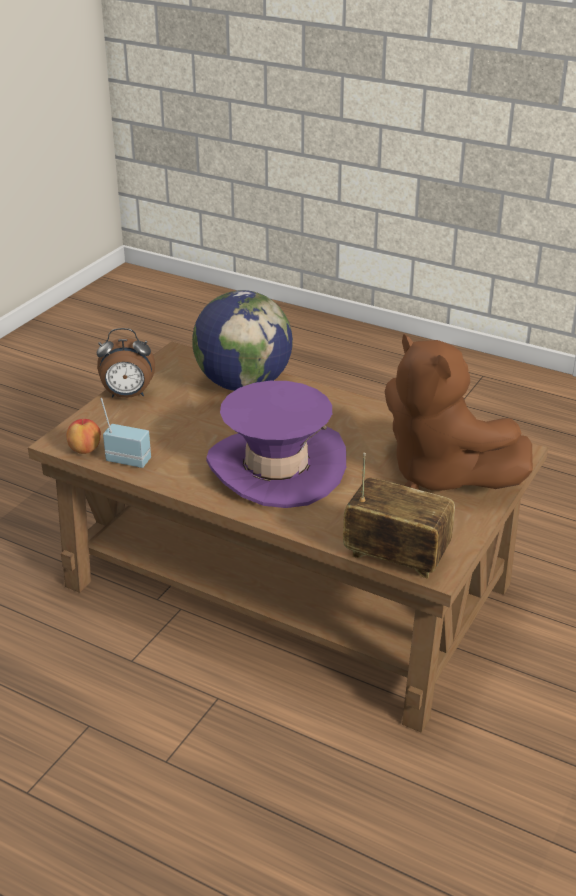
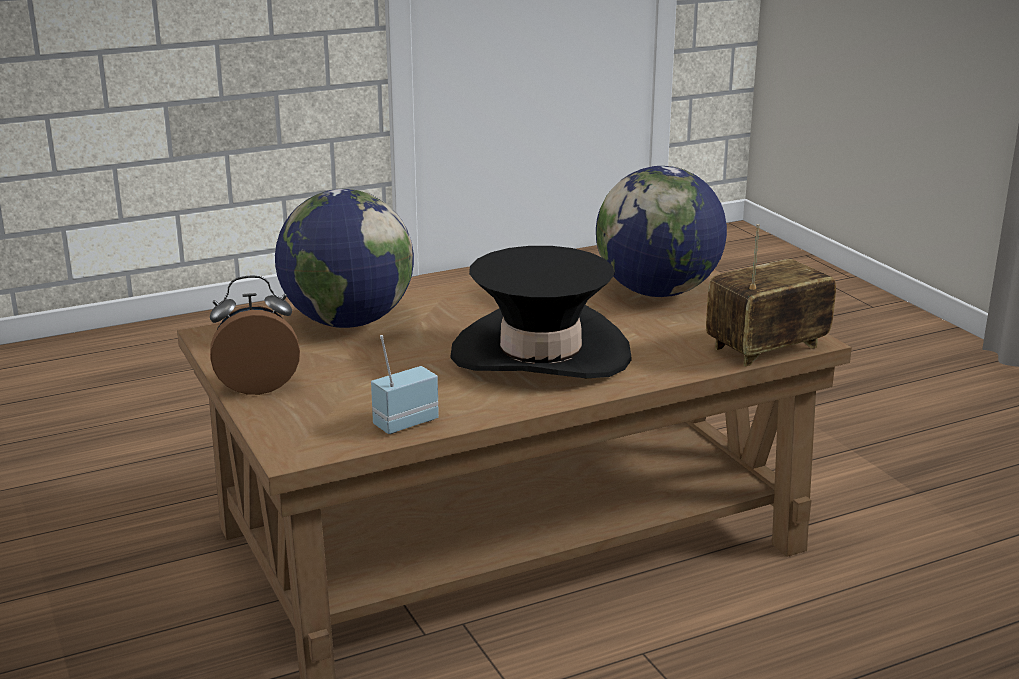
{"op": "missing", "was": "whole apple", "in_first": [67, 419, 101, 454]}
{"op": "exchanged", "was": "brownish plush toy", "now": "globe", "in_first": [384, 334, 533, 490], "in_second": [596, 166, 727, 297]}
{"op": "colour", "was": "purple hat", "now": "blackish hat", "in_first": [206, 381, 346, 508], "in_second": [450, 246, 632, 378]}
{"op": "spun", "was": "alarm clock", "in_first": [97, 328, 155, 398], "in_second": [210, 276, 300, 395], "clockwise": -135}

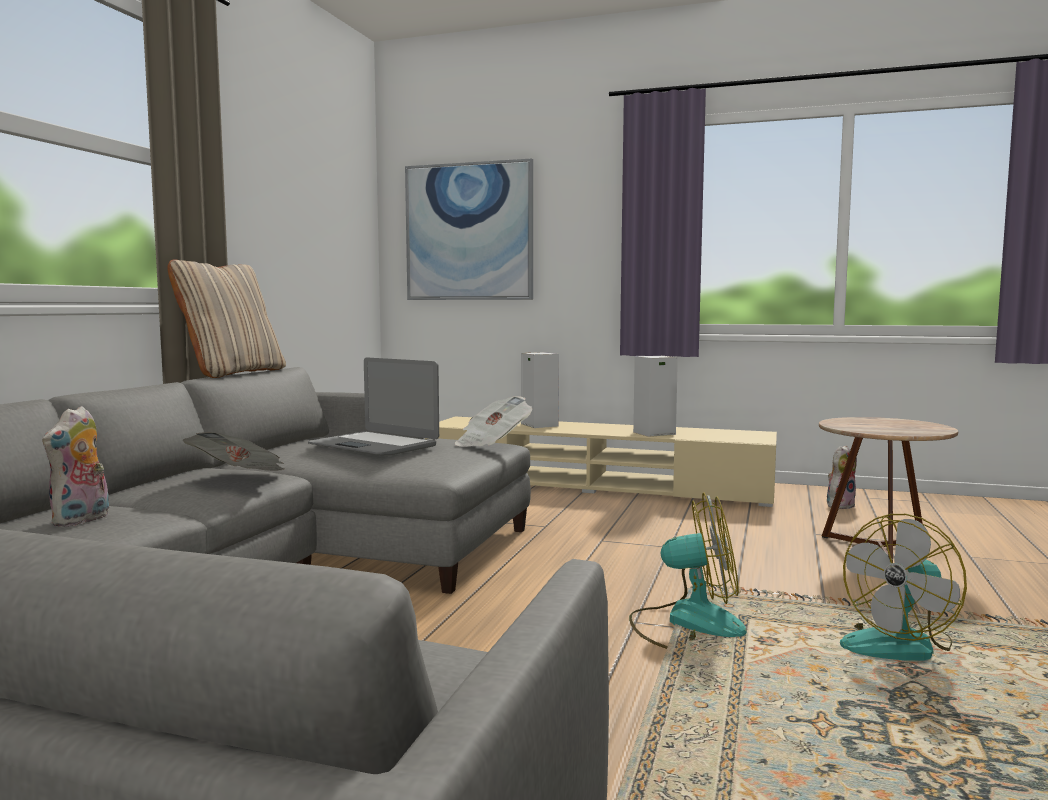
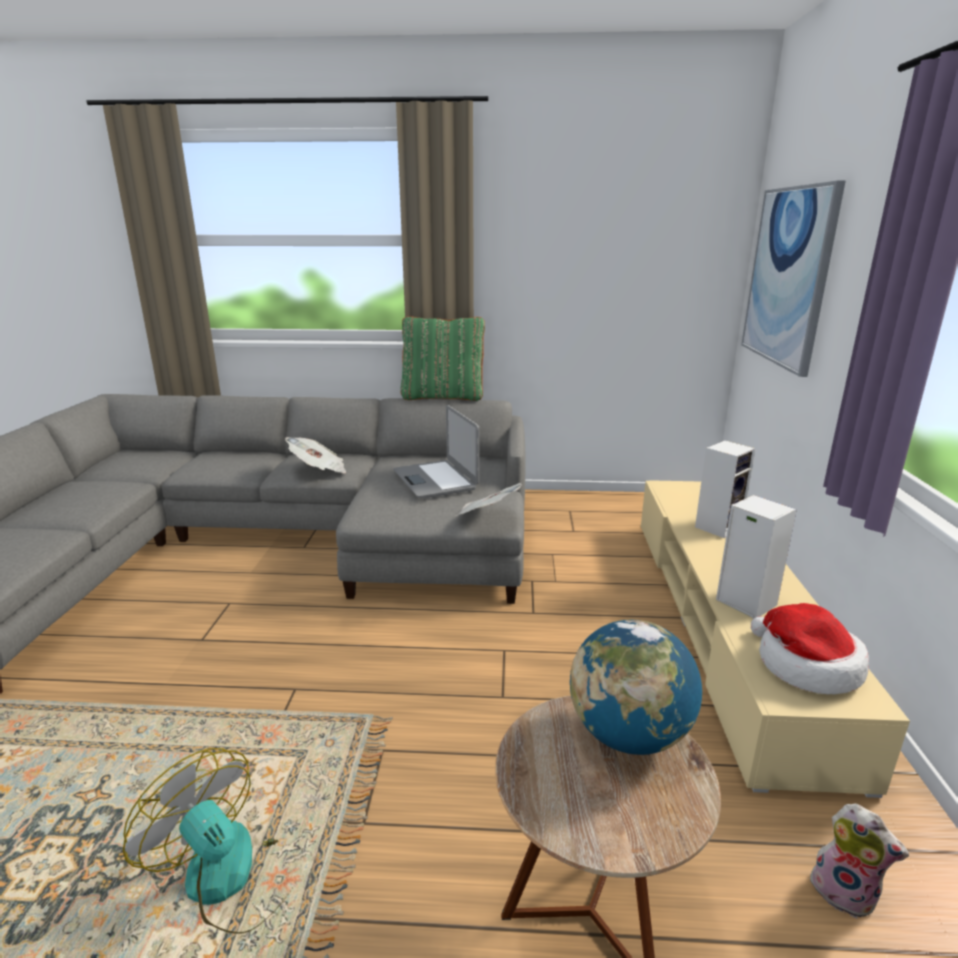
{"op": "missing", "was": "plush toy", "in_first": [42, 406, 109, 527]}
{"op": "missing", "was": "cooling fan", "in_first": [629, 492, 747, 649]}
{"op": "appeared", "now": "globe", "in_second": [570, 620, 702, 755]}
{"op": "appeared", "now": "hat", "in_second": [751, 603, 869, 695]}
{"op": "colour", "was": "beige throw pillow", "now": "green-coloured throw pillow", "in_first": [167, 259, 286, 378], "in_second": [401, 316, 485, 401]}
{"op": "spun", "was": "portable computer", "in_first": [308, 357, 439, 456], "in_second": [393, 405, 479, 498], "clockwise": -45}

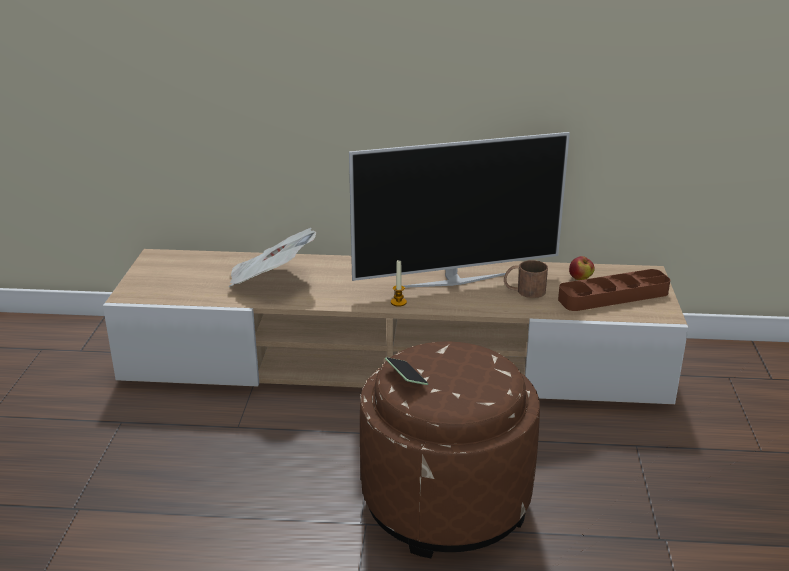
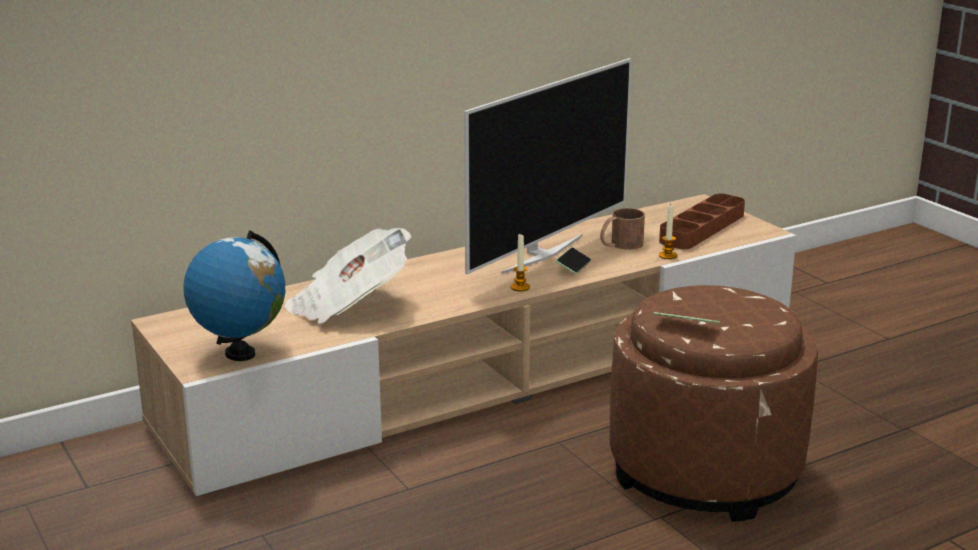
{"op": "missing", "was": "whole apple", "in_first": [569, 256, 595, 280]}
{"op": "appeared", "now": "globe", "in_second": [183, 230, 285, 361]}
{"op": "appeared", "now": "handset", "in_second": [556, 247, 591, 274]}
{"op": "appeared", "now": "wax light", "in_second": [659, 205, 677, 259]}

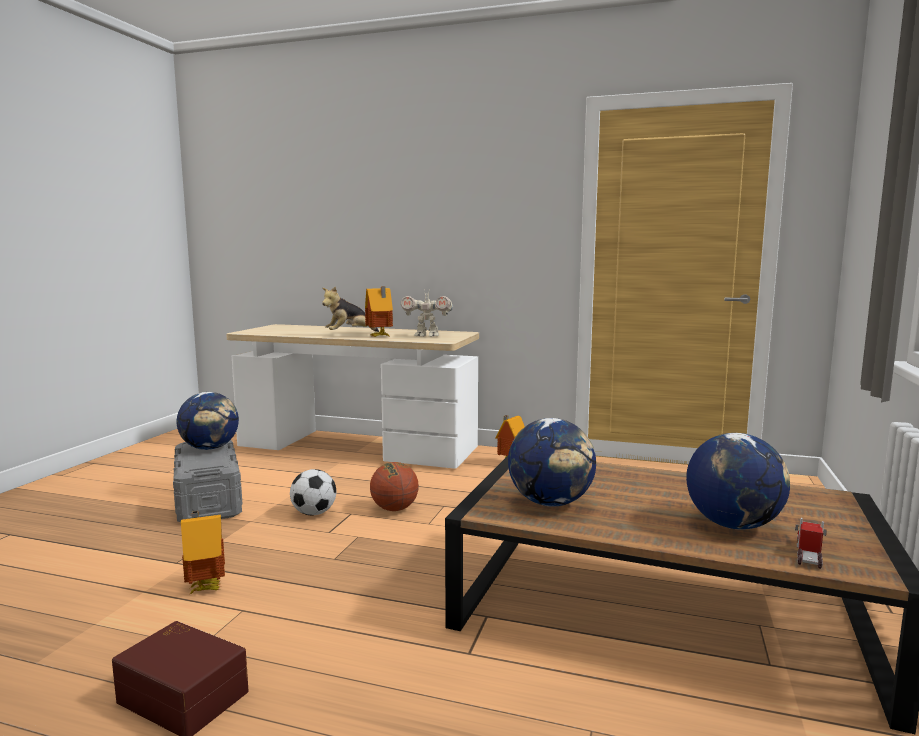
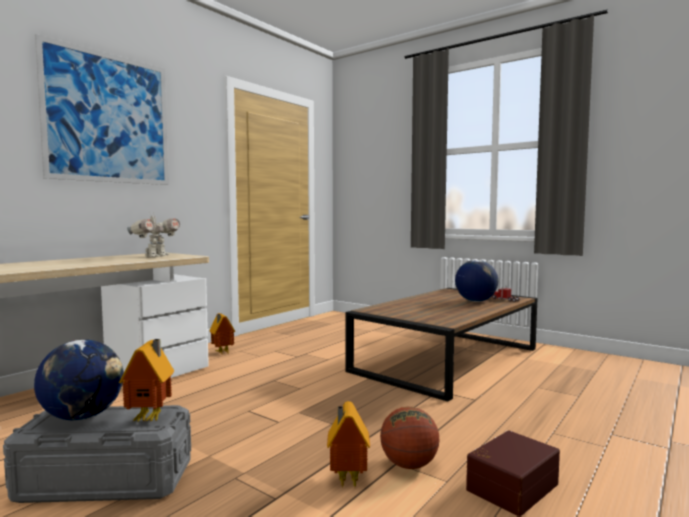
{"op": "missing", "was": "football ball", "in_first": [290, 469, 336, 516]}
{"op": "missing", "was": "plush toy", "in_first": [322, 286, 379, 332]}
{"op": "missing", "was": "globe", "in_first": [508, 418, 596, 507]}
{"op": "appeared", "now": "wall picture", "in_second": [35, 34, 169, 185]}
{"op": "relocated", "was": "model house", "in_first": [365, 286, 393, 337], "in_second": [119, 339, 174, 422]}
{"op": "relocated", "was": "basketball ball", "in_first": [370, 462, 419, 511], "in_second": [380, 407, 439, 469]}

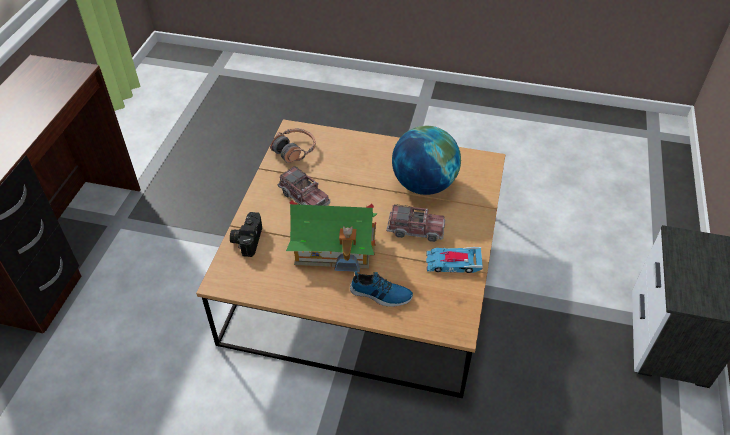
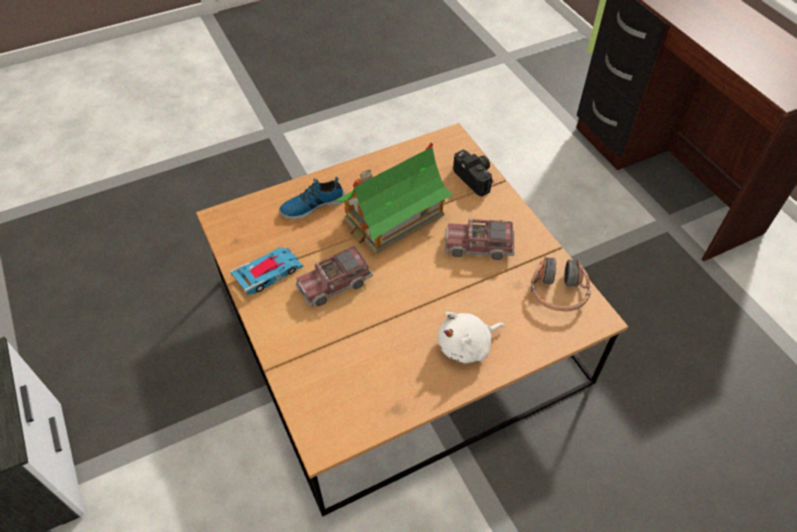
{"op": "missing", "was": "globe", "in_first": [392, 126, 461, 195]}
{"op": "appeared", "now": "white plush toy", "in_second": [438, 312, 505, 363]}

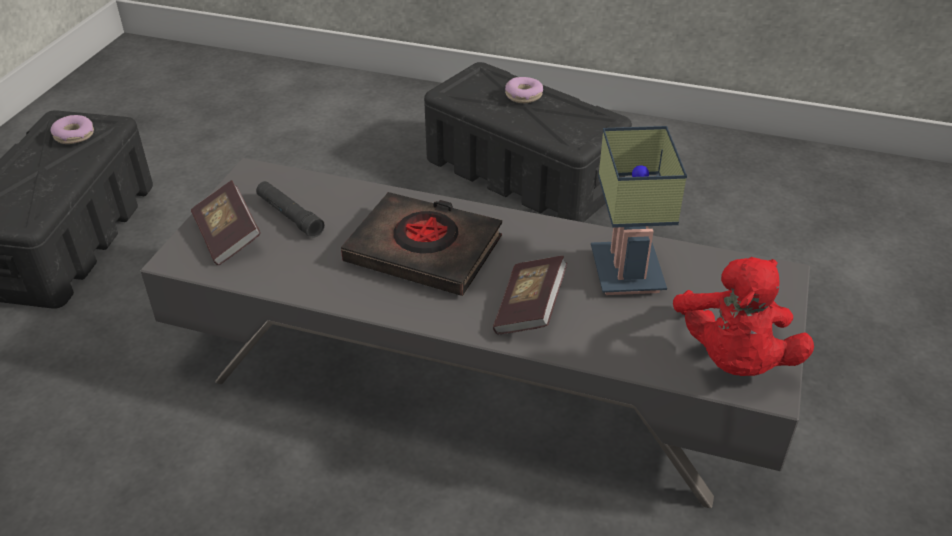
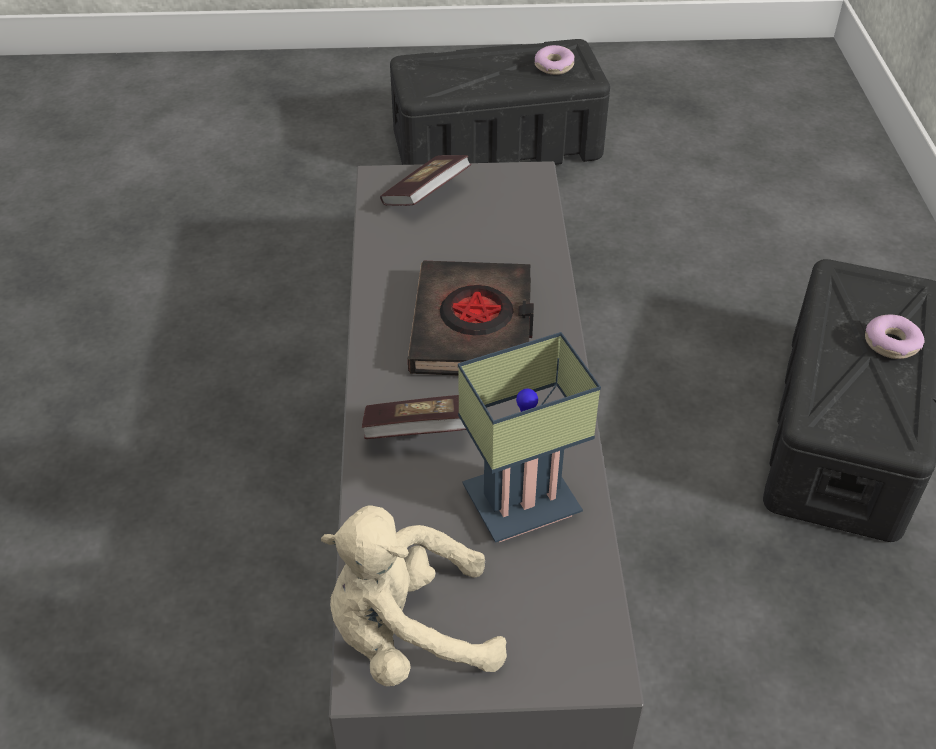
{"op": "missing", "was": "blackish hand torch", "in_first": [256, 181, 325, 238]}
{"op": "colour", "was": "red plush toy", "now": "beige plush toy", "in_first": [673, 257, 814, 376], "in_second": [321, 505, 507, 686]}

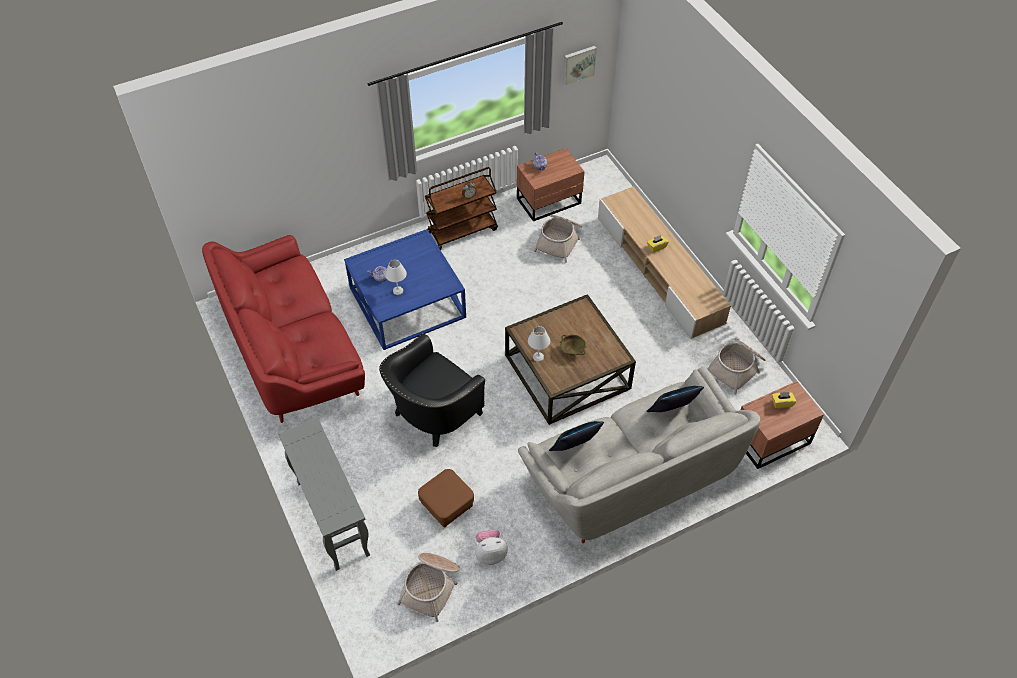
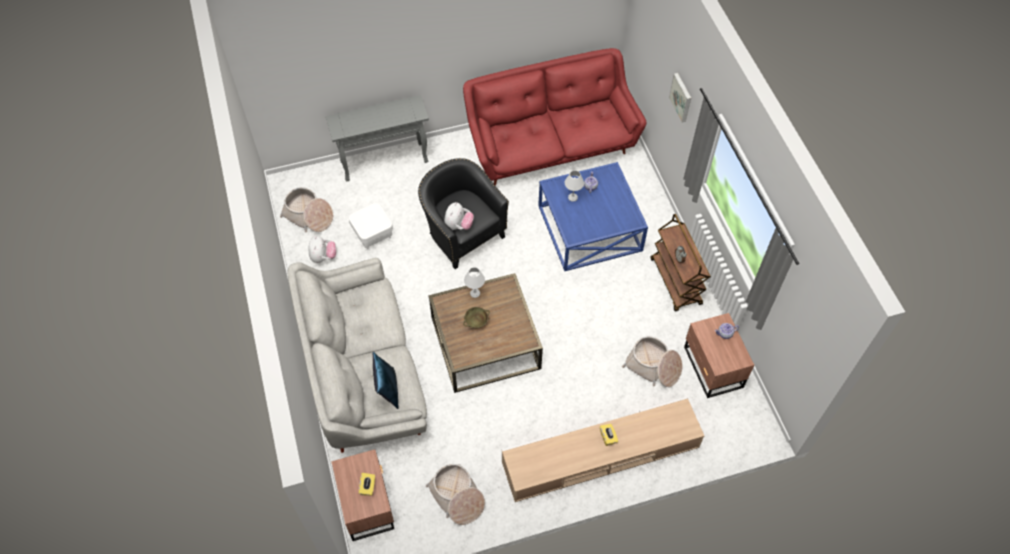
{"op": "missing", "was": "blue throw pillow", "in_first": [549, 421, 604, 451]}
{"op": "appeared", "now": "plush toy", "in_second": [444, 202, 474, 230]}
{"op": "relocated", "was": "wall picture", "in_first": [563, 46, 597, 85], "in_second": [669, 73, 691, 122]}
{"op": "colour", "was": "brownish ottoman", "now": "white ottoman", "in_first": [418, 469, 474, 527], "in_second": [348, 203, 393, 249]}

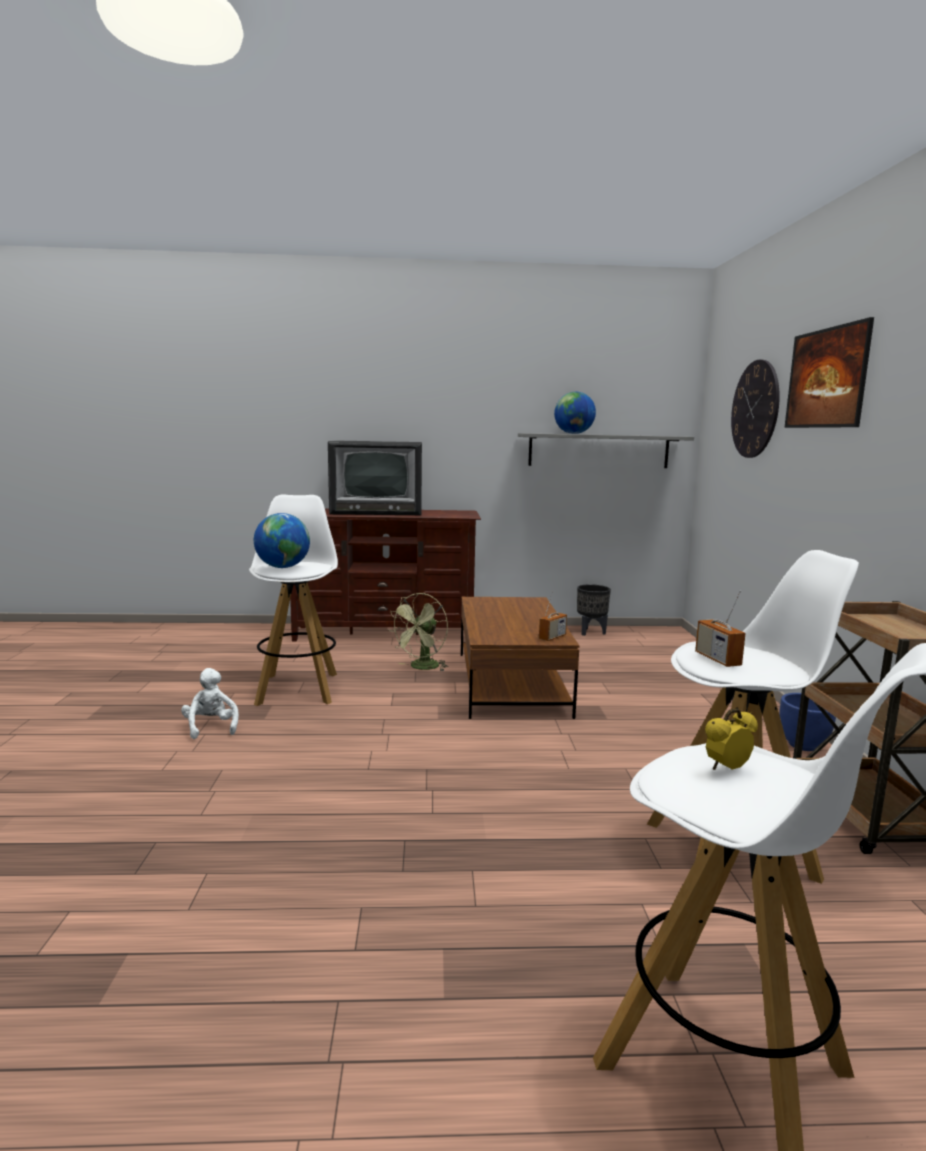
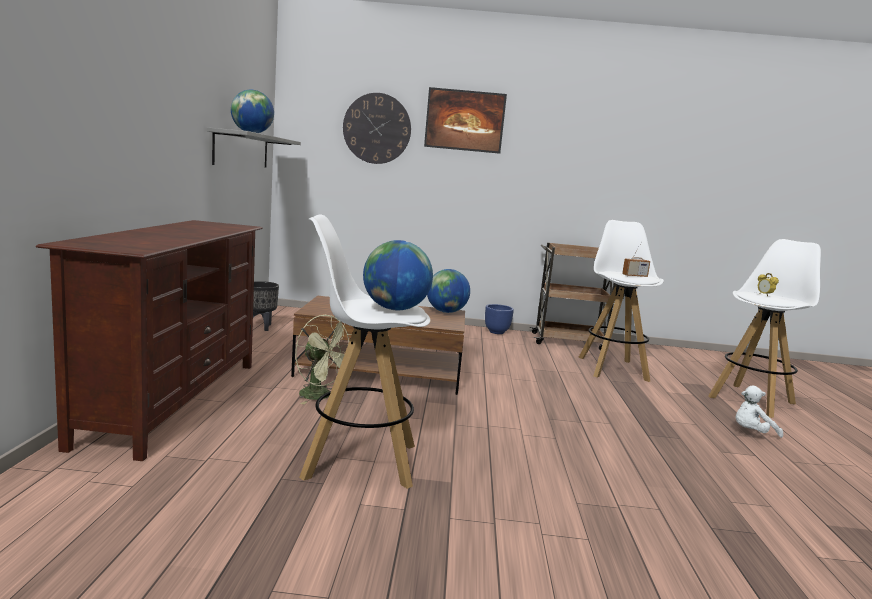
{"op": "missing", "was": "TV set", "in_first": [328, 440, 422, 515]}
{"op": "relocated", "was": "white plush toy", "in_first": [181, 668, 239, 739], "in_second": [735, 386, 783, 438]}
{"op": "exchanged", "was": "radio", "now": "globe", "in_first": [539, 591, 567, 641], "in_second": [427, 269, 470, 313]}

